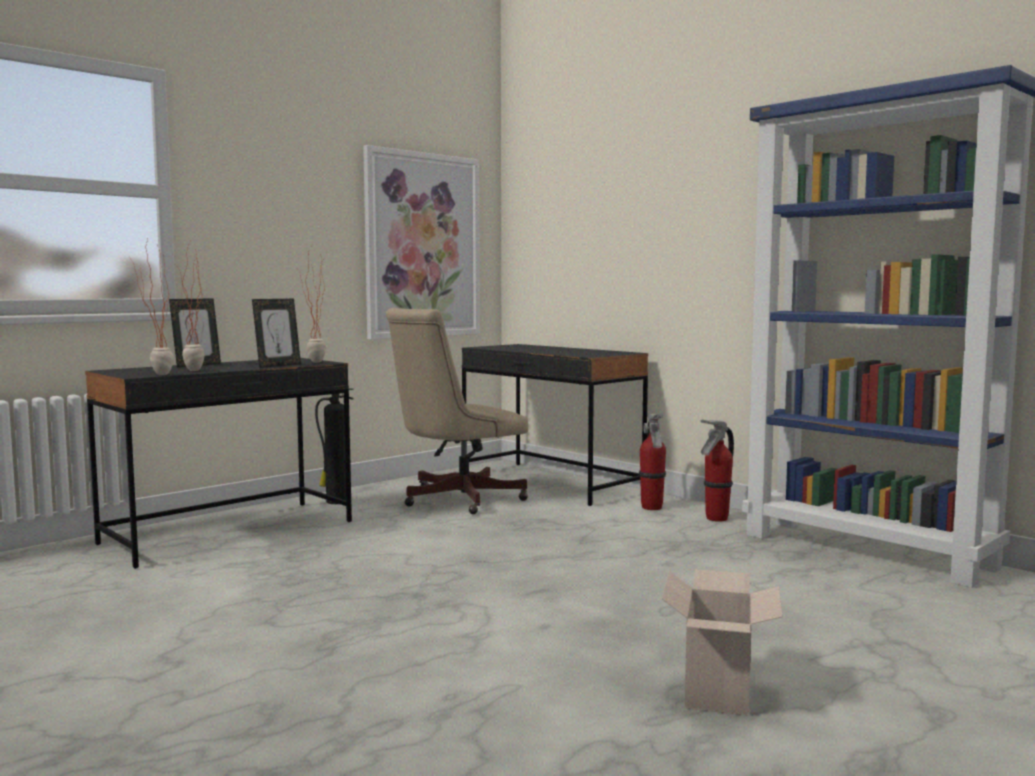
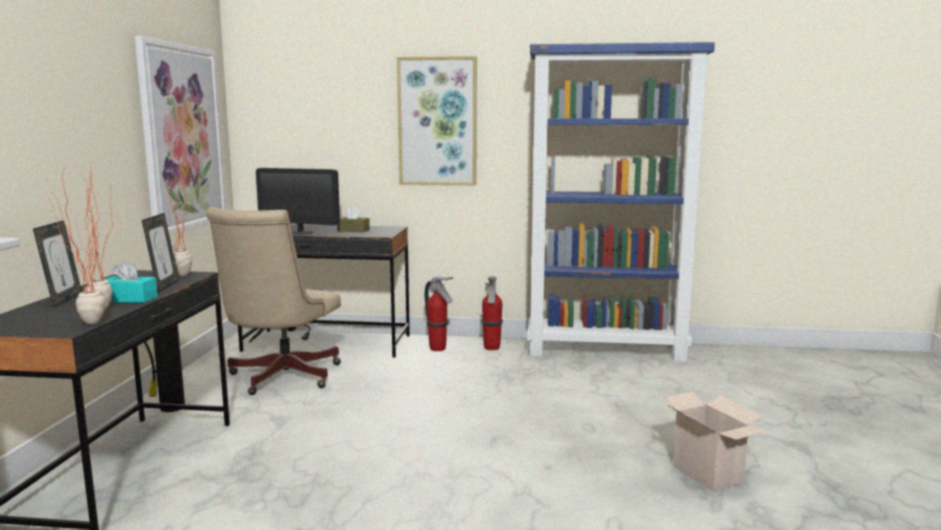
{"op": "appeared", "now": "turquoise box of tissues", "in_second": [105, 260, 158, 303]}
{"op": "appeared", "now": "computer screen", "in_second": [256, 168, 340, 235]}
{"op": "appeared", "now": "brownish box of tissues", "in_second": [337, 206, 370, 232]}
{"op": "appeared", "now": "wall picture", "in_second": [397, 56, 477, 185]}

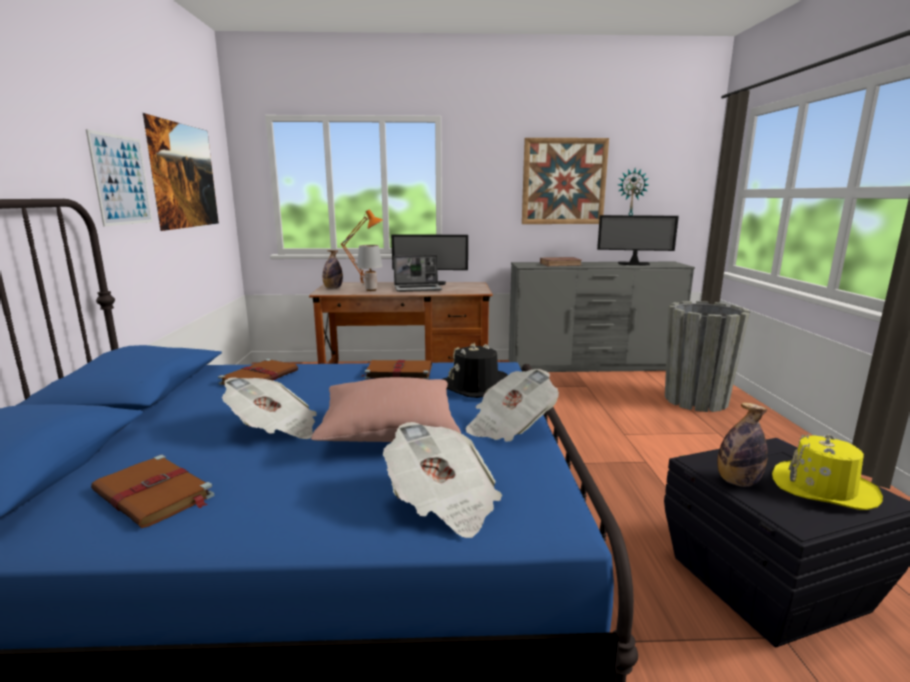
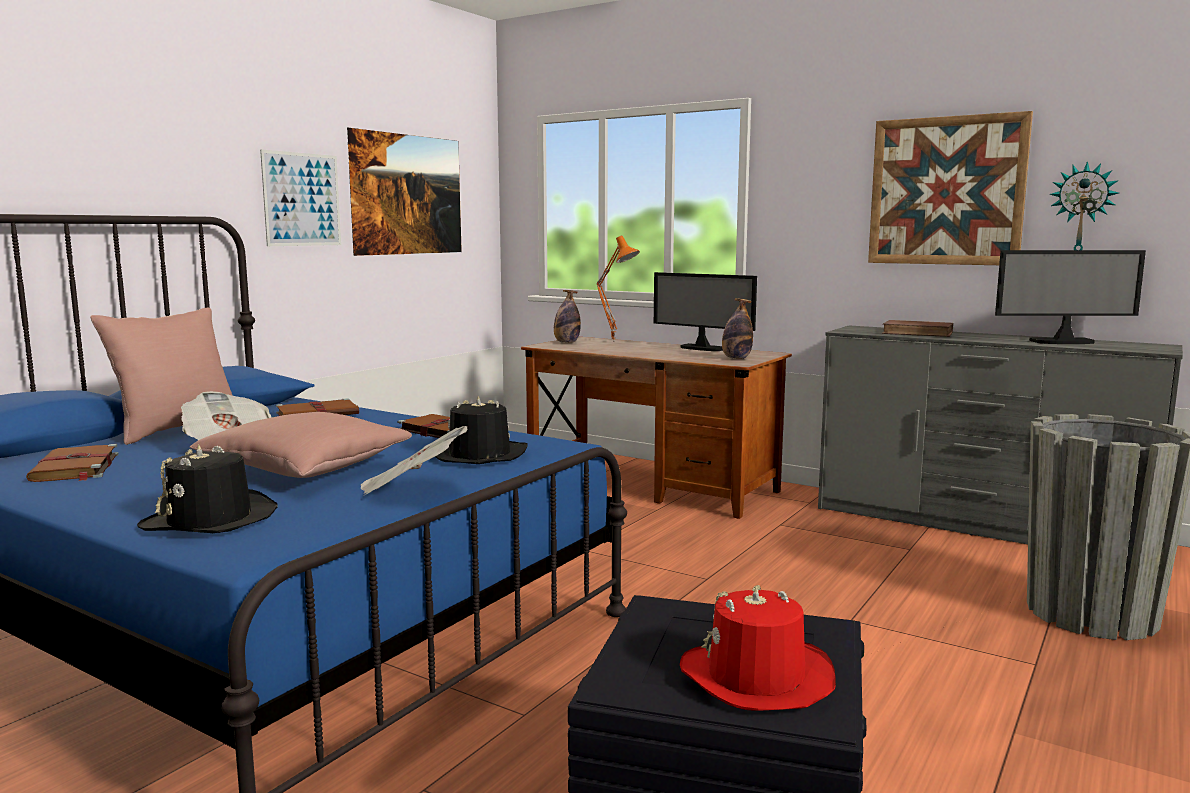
{"op": "missing", "was": "gray table lamp", "in_first": [357, 245, 382, 291]}
{"op": "missing", "was": "portable computer", "in_first": [393, 255, 442, 292]}
{"op": "appeared", "now": "pink throw pillow", "in_second": [90, 308, 233, 445]}
{"op": "relocated", "was": "drink bottle", "in_first": [717, 402, 768, 487], "in_second": [722, 298, 753, 359]}
{"op": "exchanged", "was": "newspaper", "now": "blackish hat", "in_first": [383, 422, 502, 538], "in_second": [137, 445, 277, 533]}
{"op": "colour", "was": "yellow-coloured hat", "now": "red hat", "in_first": [772, 434, 883, 510], "in_second": [680, 585, 836, 711]}
{"op": "spun", "was": "computer screen", "in_first": [597, 215, 679, 265], "in_second": [995, 250, 1146, 344], "clockwise": -45}

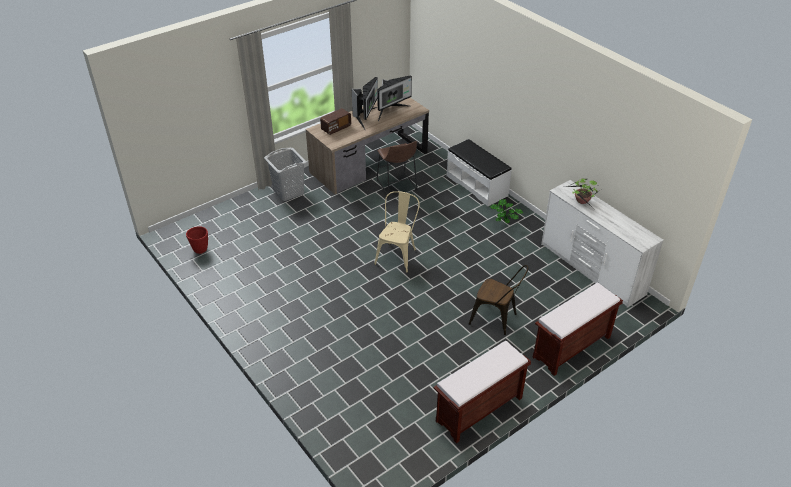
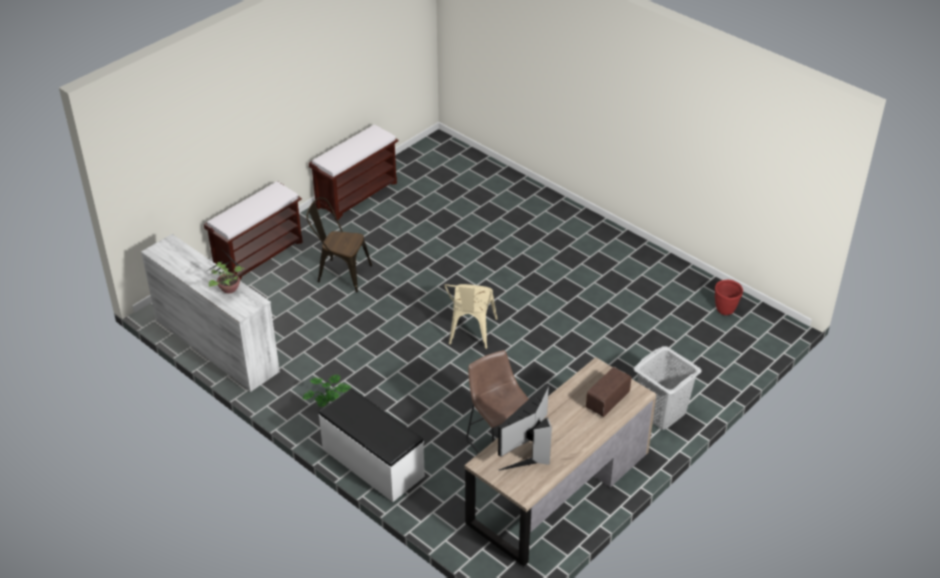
{"op": "missing", "was": "computer screen", "in_first": [352, 77, 378, 130]}

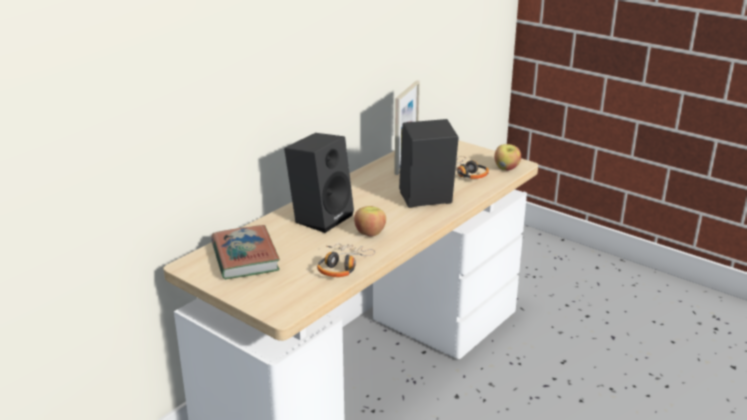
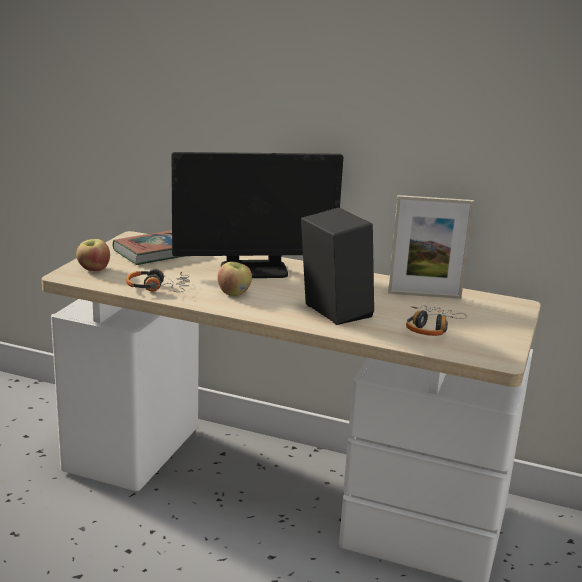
{"op": "relocated", "was": "whole apple", "in_first": [494, 144, 521, 171], "in_second": [76, 239, 110, 271]}
{"op": "exchanged", "was": "blackish speaker", "now": "computer screen", "in_first": [284, 133, 354, 233], "in_second": [172, 152, 343, 278]}

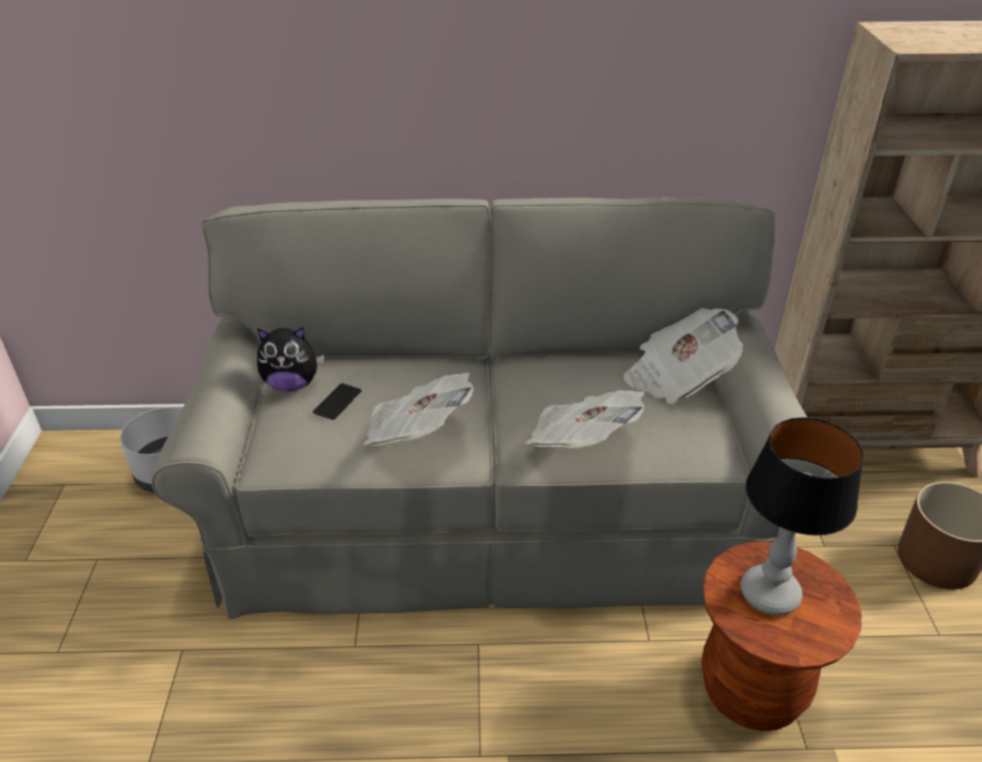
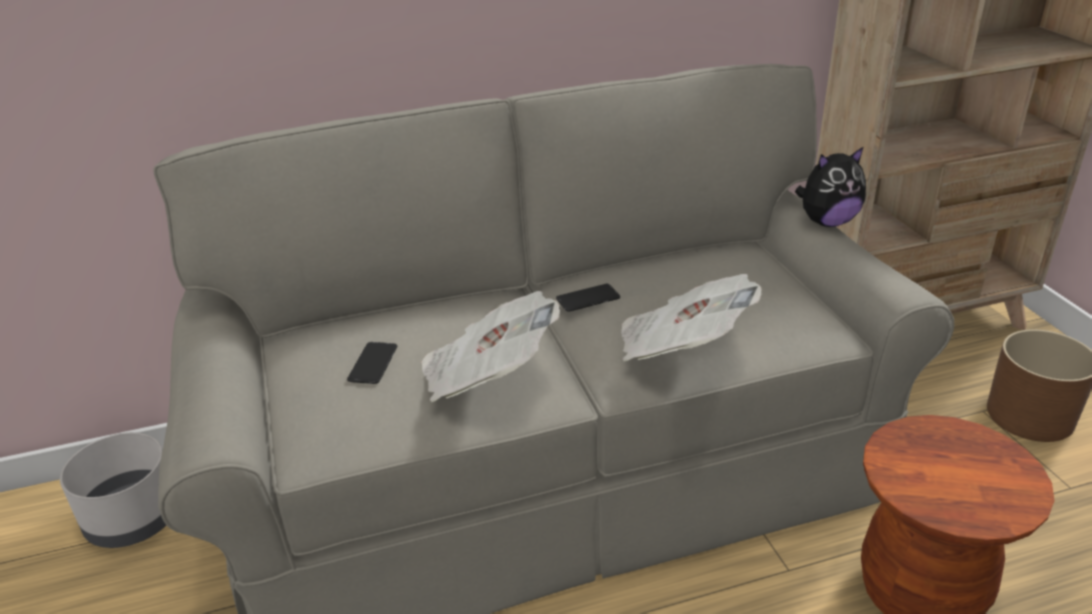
{"op": "missing", "was": "newspaper", "in_first": [623, 308, 743, 404]}
{"op": "missing", "was": "table lamp", "in_first": [740, 417, 863, 616]}
{"op": "appeared", "now": "handset", "in_second": [556, 284, 620, 312]}
{"op": "relocated", "was": "plush toy", "in_first": [257, 327, 324, 392], "in_second": [795, 146, 866, 227]}

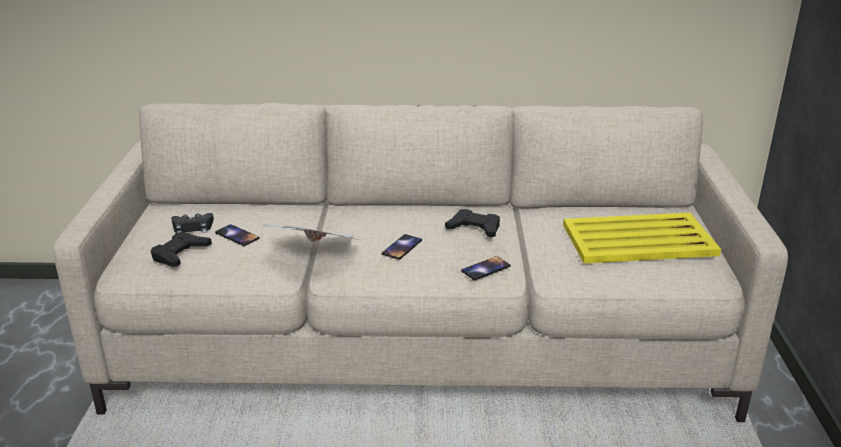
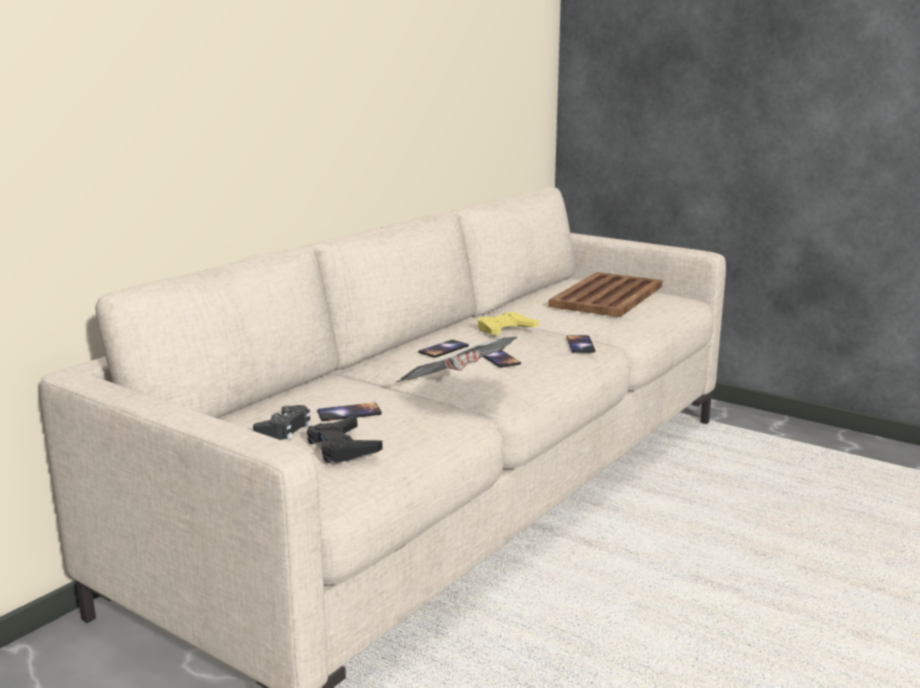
{"op": "appeared", "now": "handset", "in_second": [418, 340, 469, 358]}
{"op": "colour", "was": "blackish joypad", "now": "yellow-coloured joypad", "in_first": [445, 209, 500, 238], "in_second": [478, 312, 539, 335]}
{"op": "colour", "was": "yellow-coloured serving tray", "now": "brownish serving tray", "in_first": [563, 213, 721, 264], "in_second": [548, 272, 663, 317]}

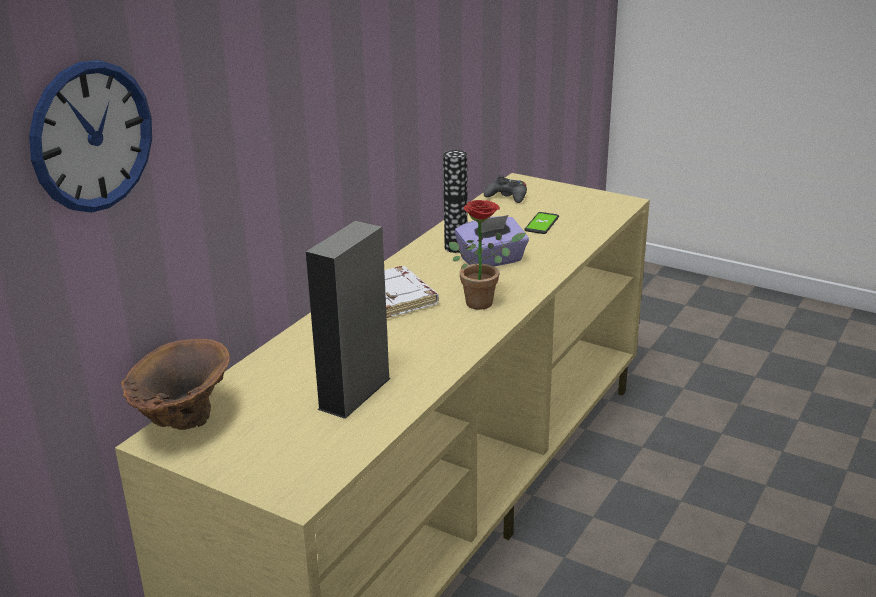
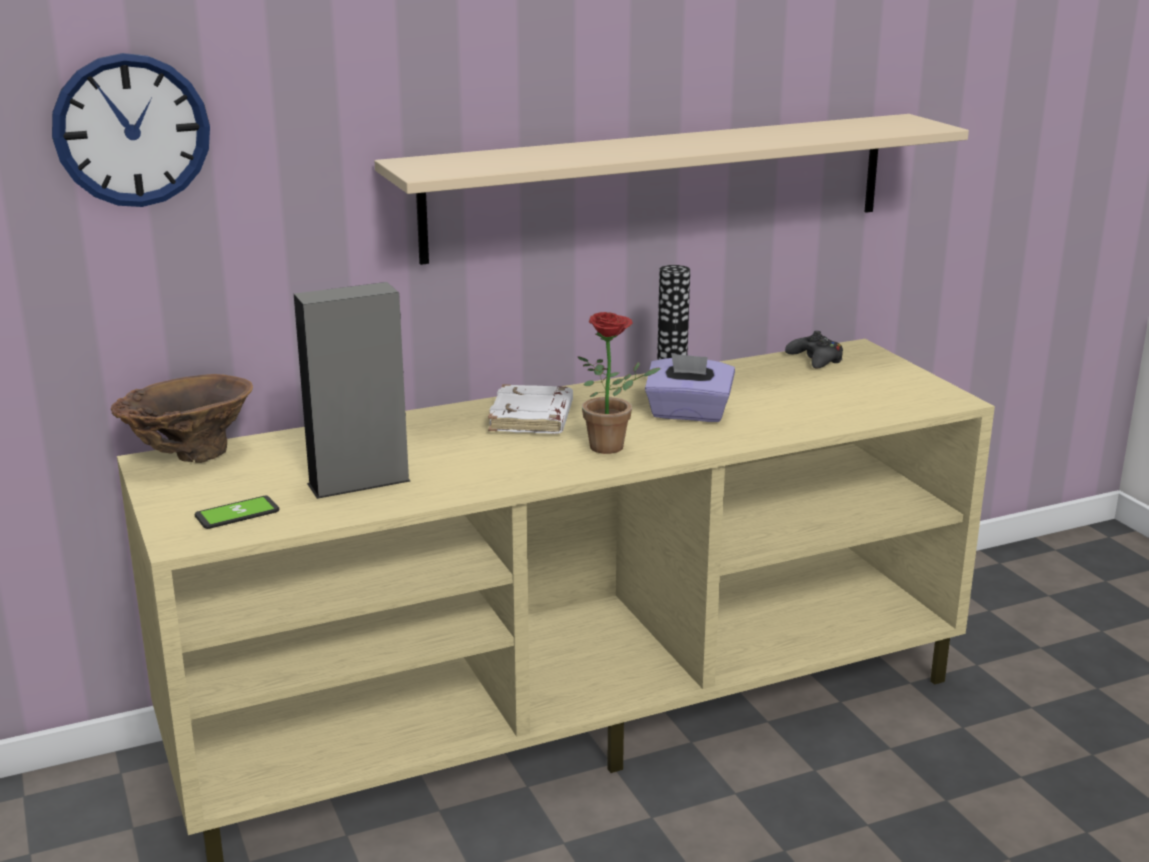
{"op": "appeared", "now": "beige bracket shelf", "in_second": [374, 114, 969, 265]}
{"op": "relocated", "was": "handset", "in_first": [524, 212, 559, 234], "in_second": [195, 496, 279, 529]}

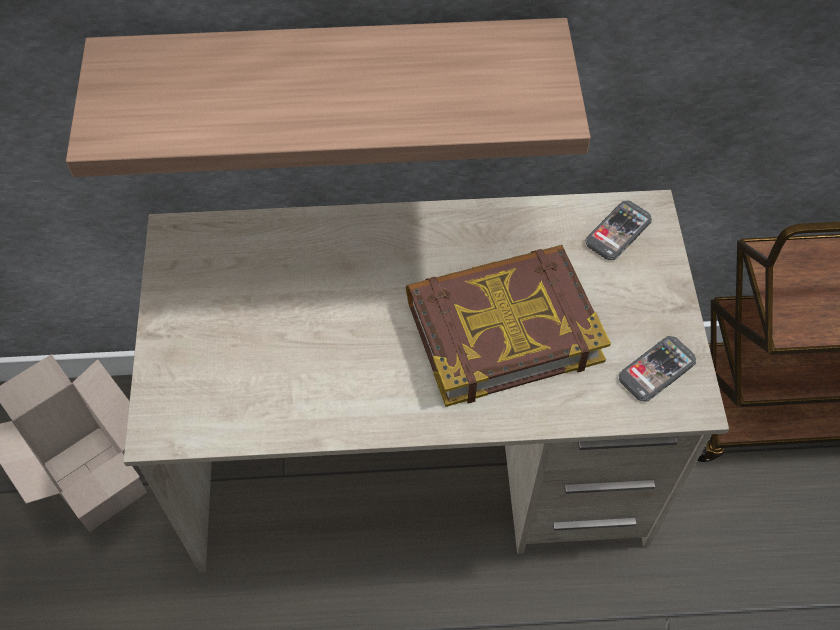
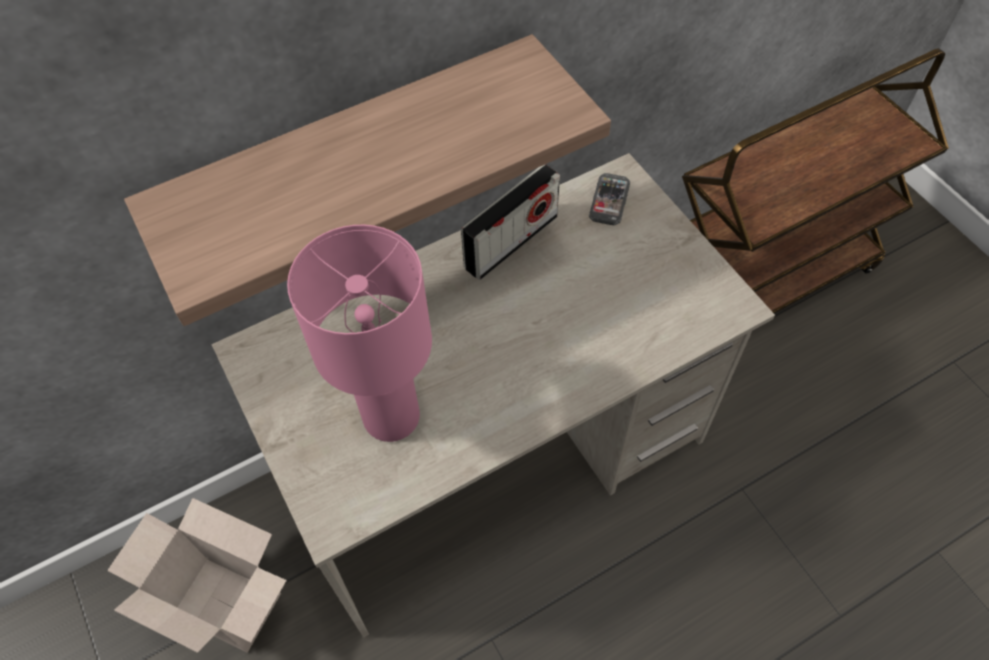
{"op": "missing", "was": "book", "in_first": [406, 245, 611, 407]}
{"op": "missing", "was": "handset", "in_first": [619, 336, 696, 402]}
{"op": "appeared", "now": "pink table lamp", "in_second": [287, 225, 432, 442]}
{"op": "appeared", "now": "radio", "in_second": [461, 165, 560, 280]}

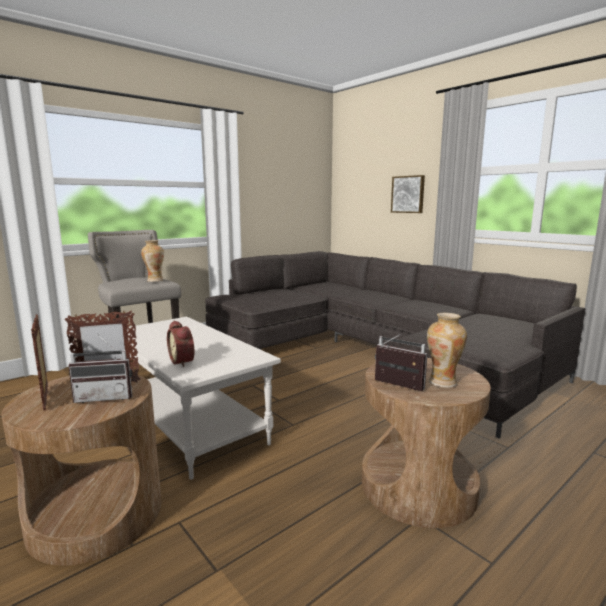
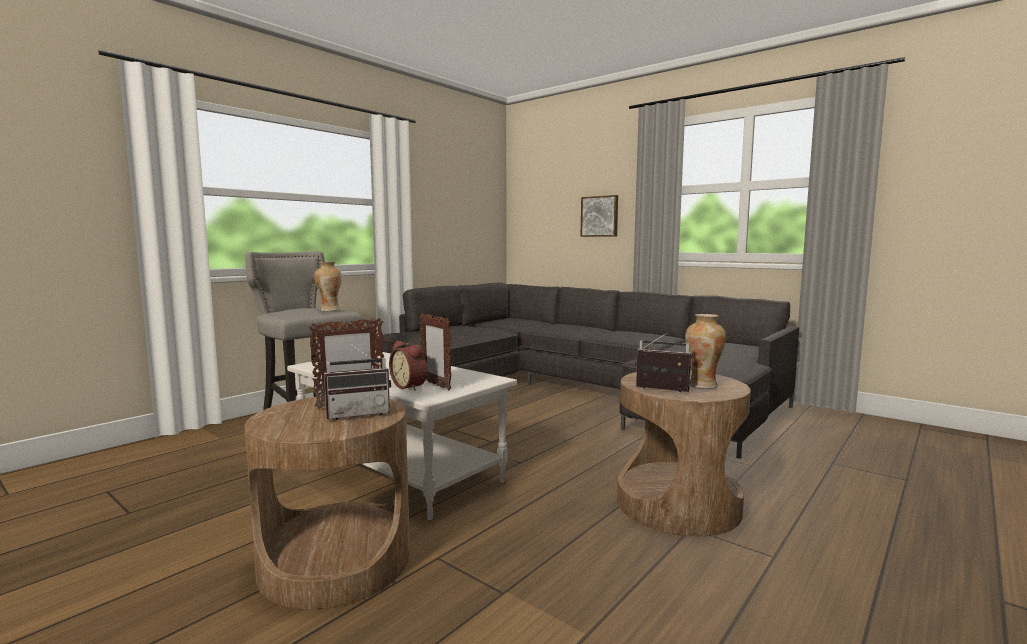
{"op": "relocated", "was": "standing frame", "in_first": [31, 315, 48, 410], "in_second": [420, 313, 451, 391]}

